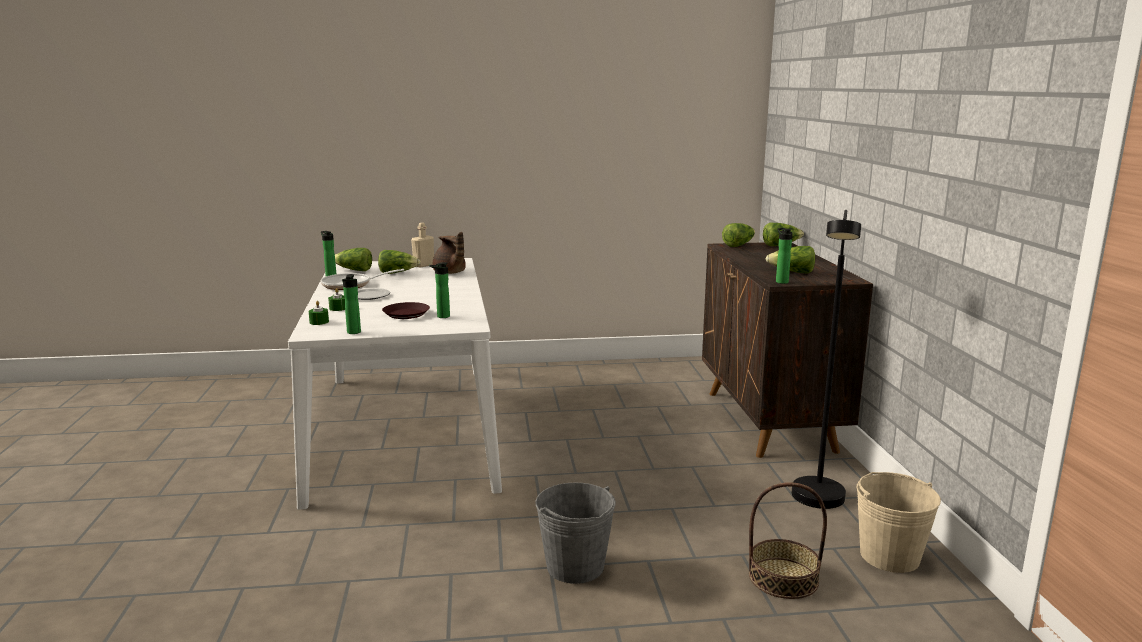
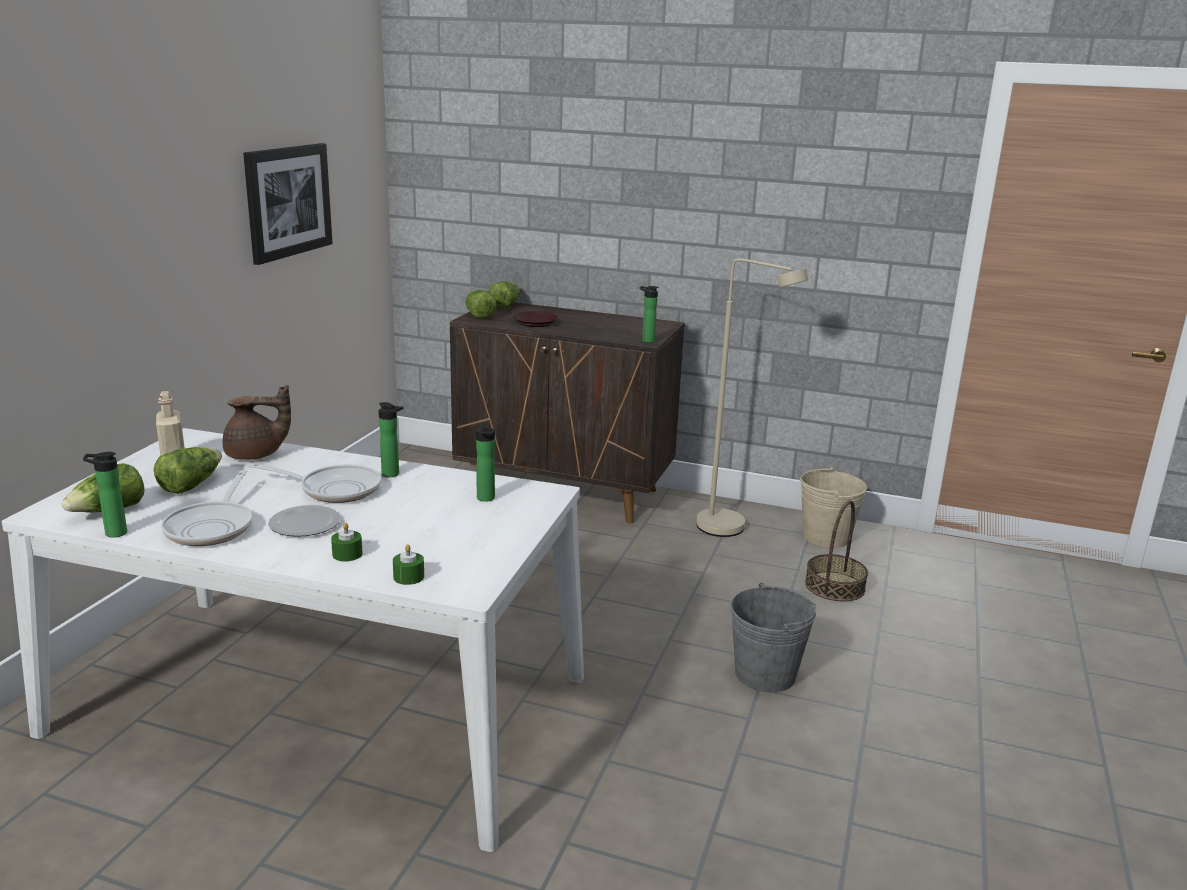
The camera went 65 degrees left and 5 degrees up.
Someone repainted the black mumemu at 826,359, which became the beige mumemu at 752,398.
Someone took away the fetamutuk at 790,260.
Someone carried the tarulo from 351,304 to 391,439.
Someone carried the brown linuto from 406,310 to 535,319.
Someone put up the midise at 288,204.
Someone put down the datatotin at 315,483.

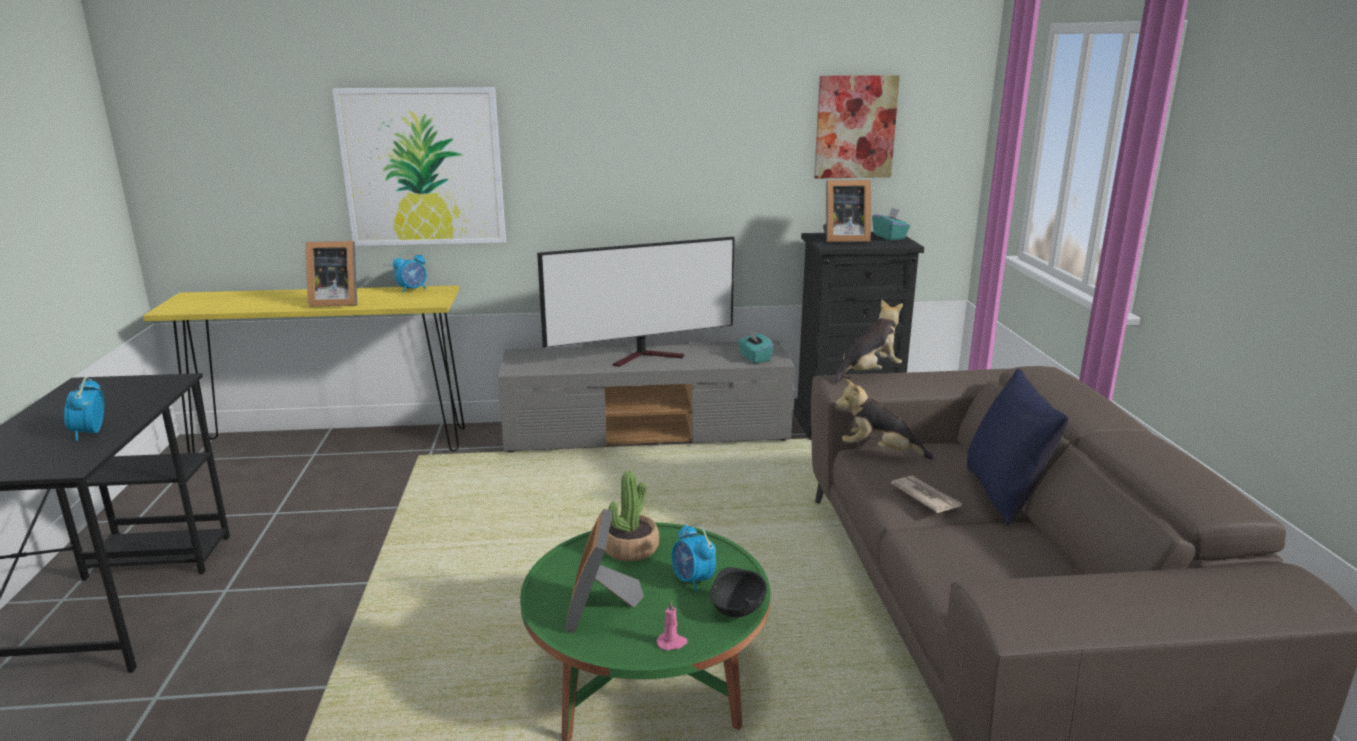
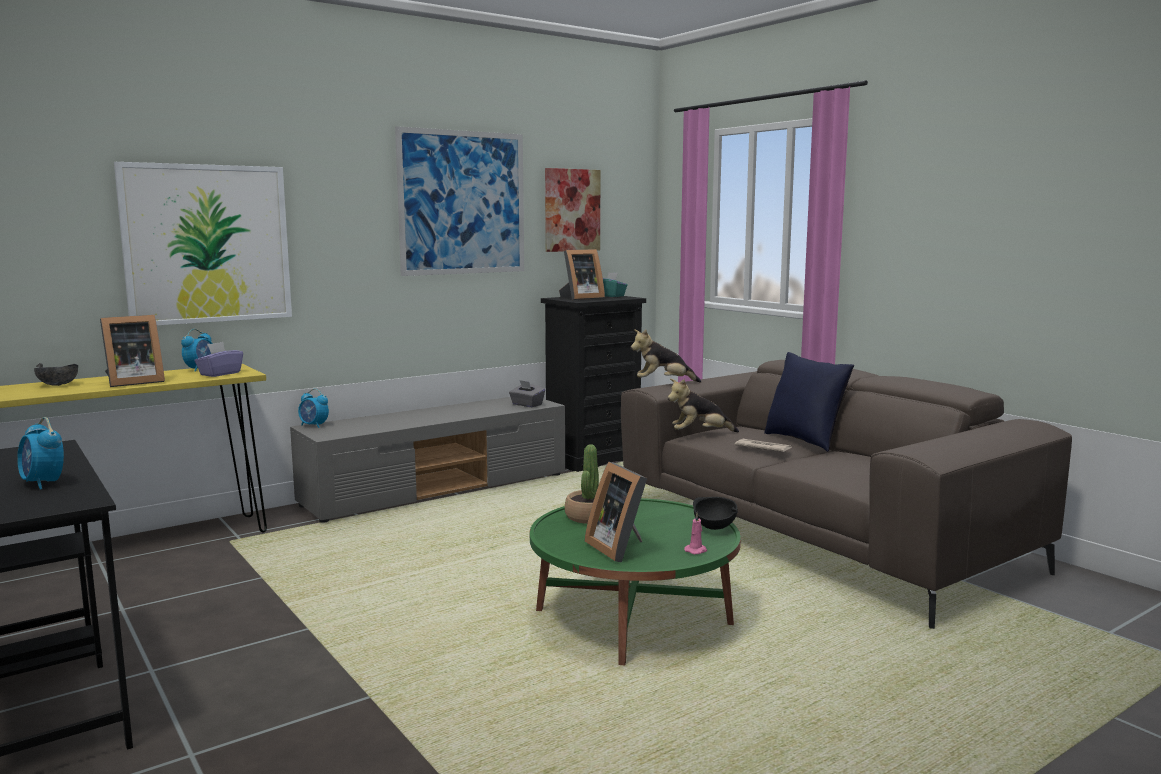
The camera went 30 degrees left and 10 degrees down.
Someone took away the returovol at 636,302.
Someone rotated the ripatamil at 868,341 by 120 degrees counterclockwise.
Someone repainted the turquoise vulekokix at 756,347, which became the grey vulekokix at 527,393.
Someone carried the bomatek from 693,558 to 313,408.
Someone put up the midise at 459,201.
Someone put down the purple vulekokix at 219,359.
Someone put down the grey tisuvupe at 56,374.

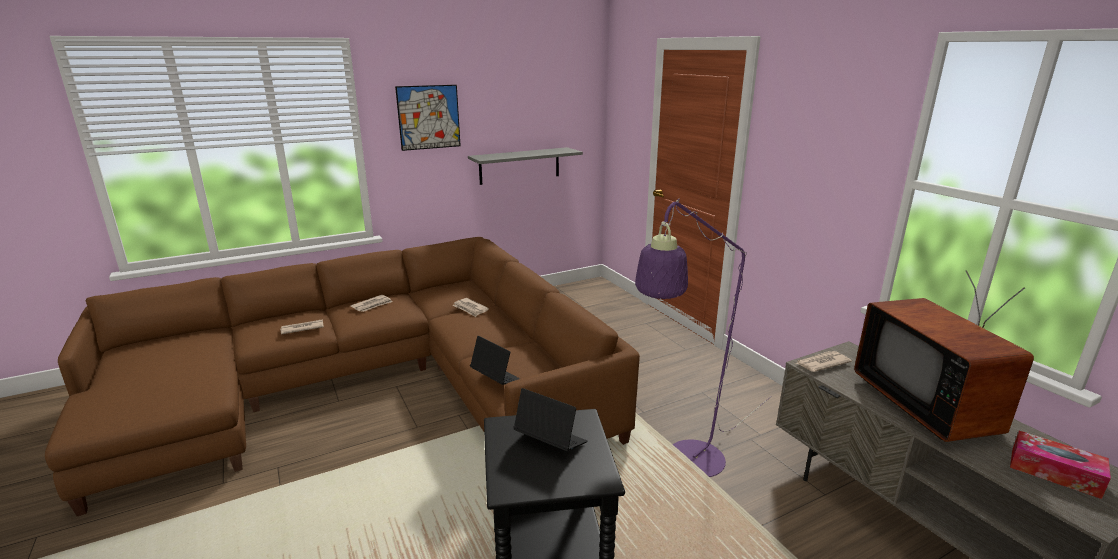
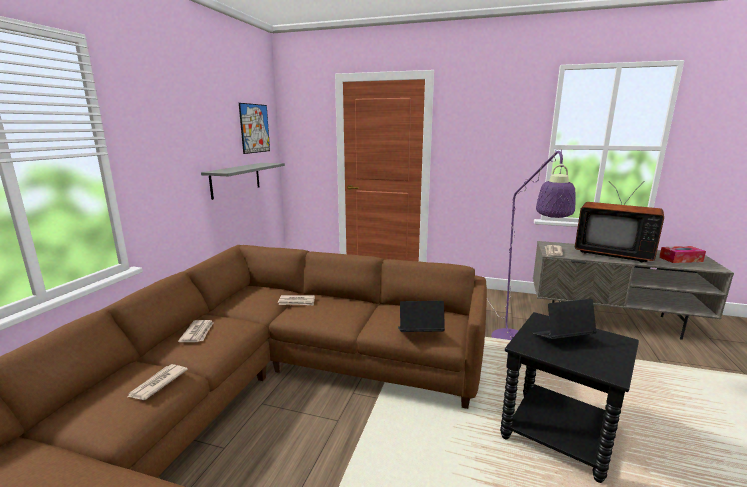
The camera went 45 degrees left and 5 degrees down.
Someone carried the midise from 428,118 to 254,128.

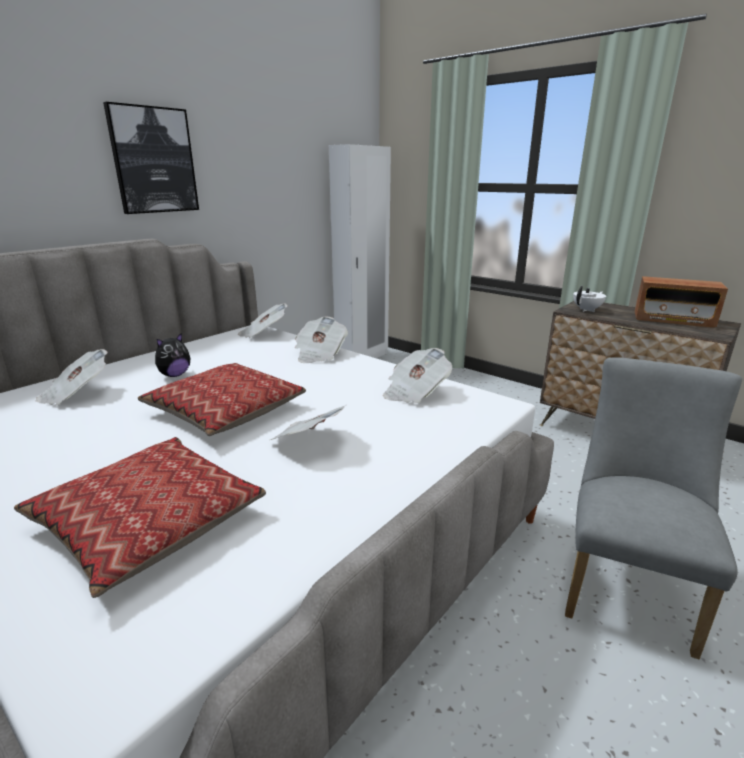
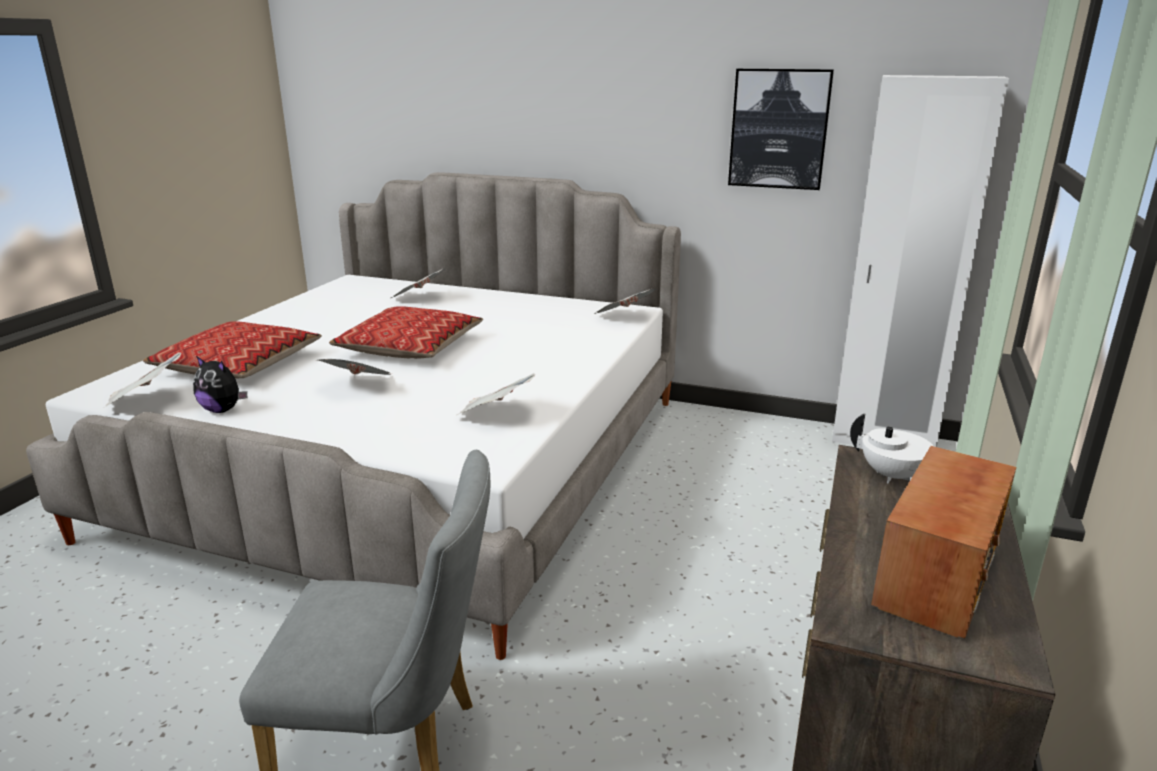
The camera went 70 degrees right and 0 degrees up.
Someone carried the midise from 151,158 to 781,129.
Someone rotated the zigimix at 681,302 by 150 degrees counterclockwise.
Someone carried the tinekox from 321,339 to 143,380.
Someone carried the ripatamil from 172,355 to 220,384.

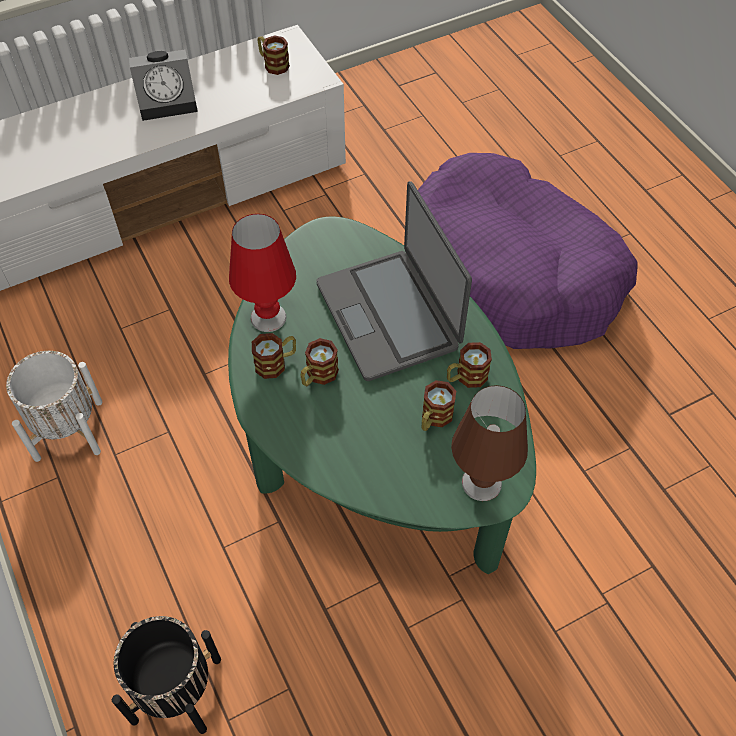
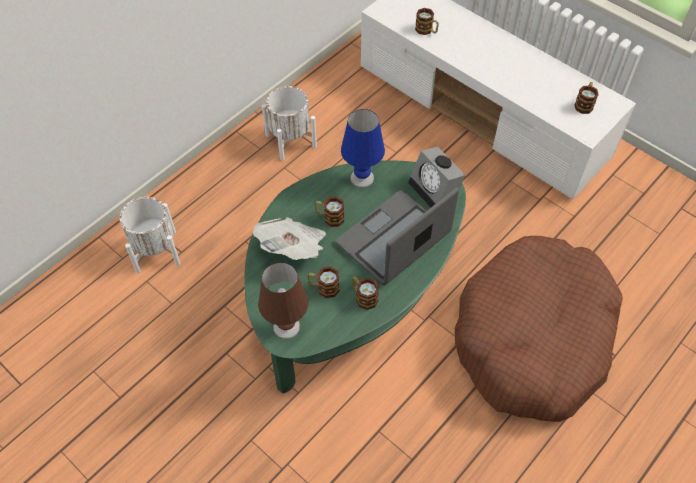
The camera went 70 degrees right and 0 degrees up.
Someone carried the bomatek from 163,85 to 436,177.
Someone repainted the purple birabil at 528,251, which became the brown birabil at 539,329.
Someone repainted the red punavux at 262,273, which became the blue punavux at 363,148.
Someone carried the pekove from 274,356 to 427,21.
Someone repainted the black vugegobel at 166,675, which became the white vugegobel at 150,235.
Someone put down the tinekox at 289,238.

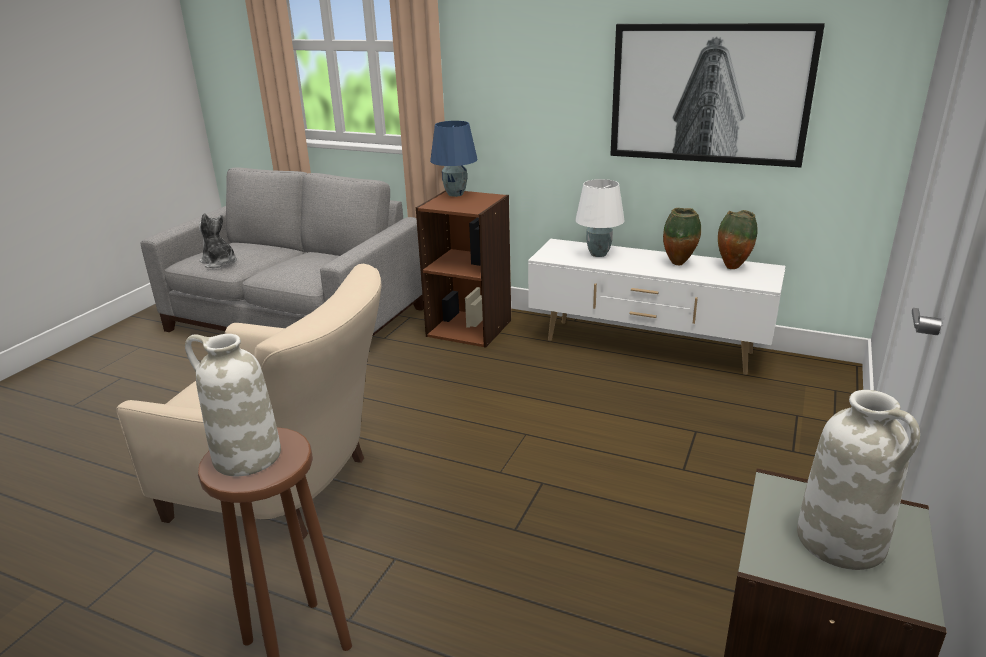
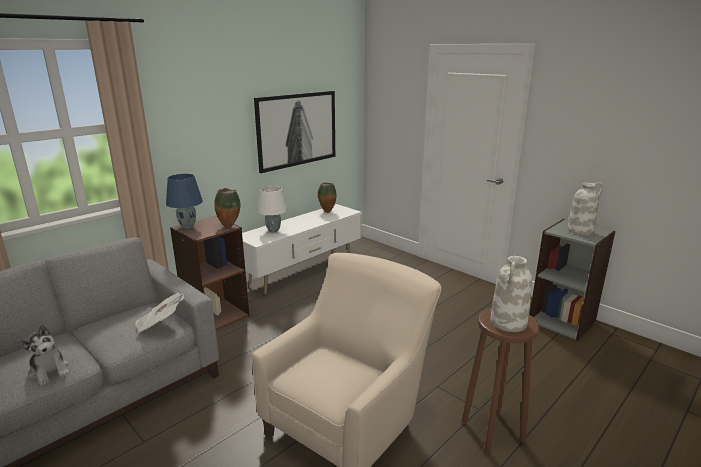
The camera went 70 degrees left and 5 degrees down.
Someone carried the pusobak from 682,237 to 227,208.
Someone rotated the ripatamil at 218,240 by 105 degrees counterclockwise.
Someone put down the tinekox at 159,312.

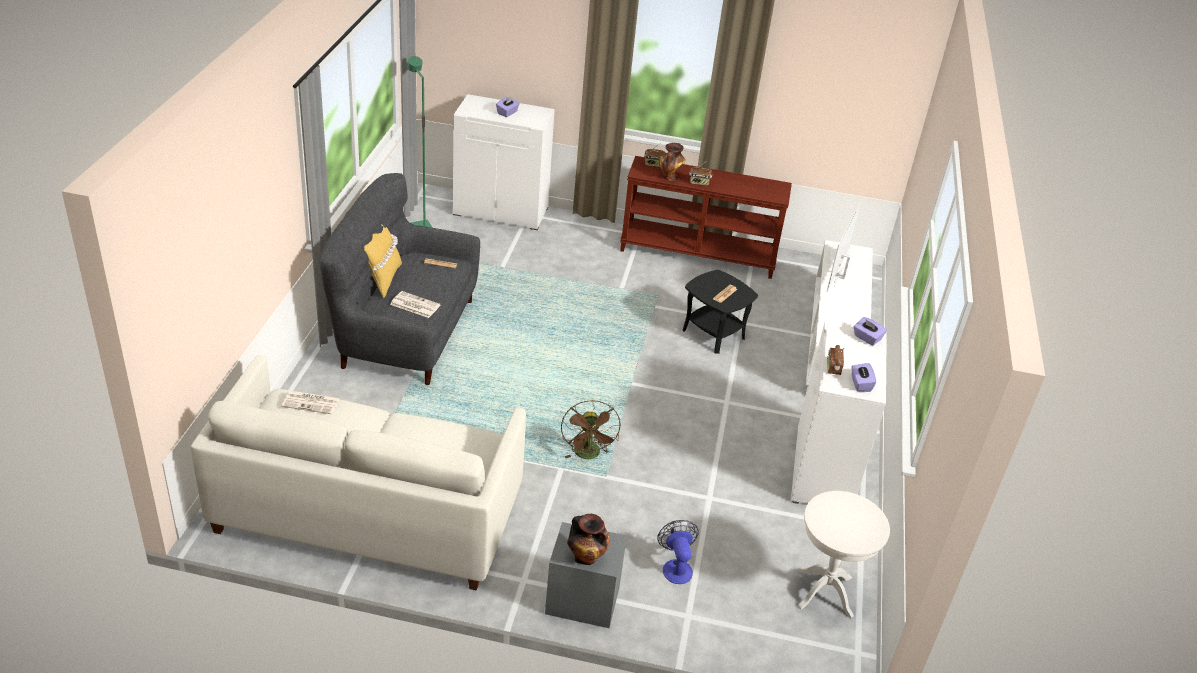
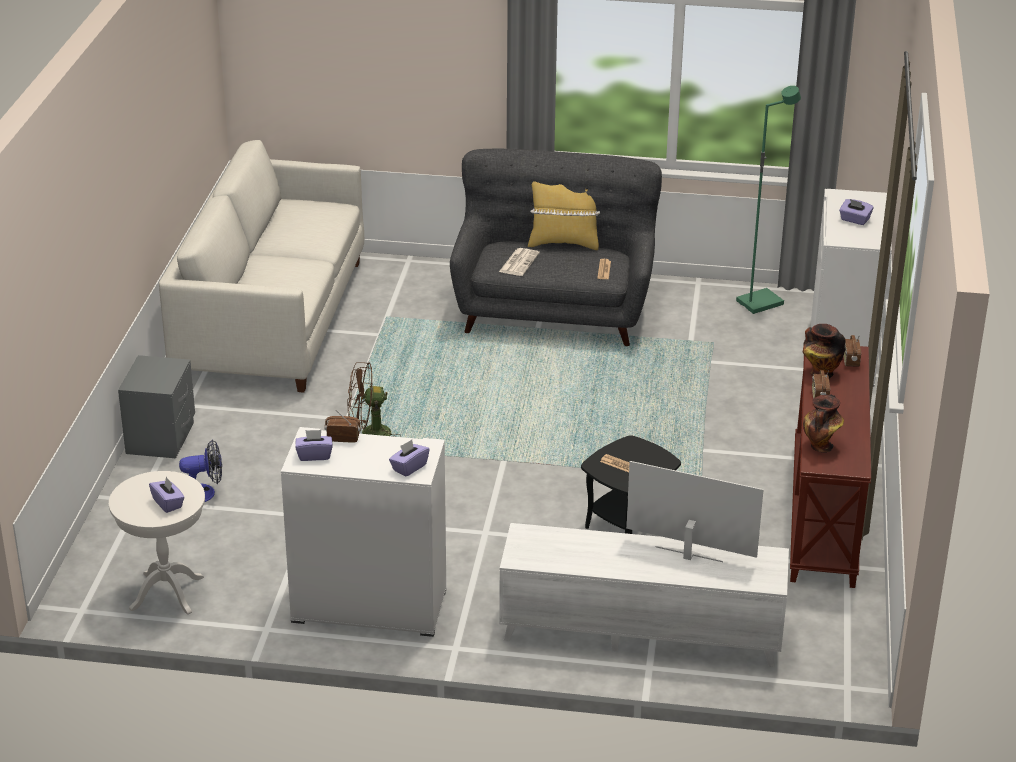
The camera went 90 degrees right and 5 degrees down.
Someone took away the tinekox at 311,402.
Someone carried the pusobak from 588,539 to 823,424.
Someone put down the purple vulekokix at 166,494.

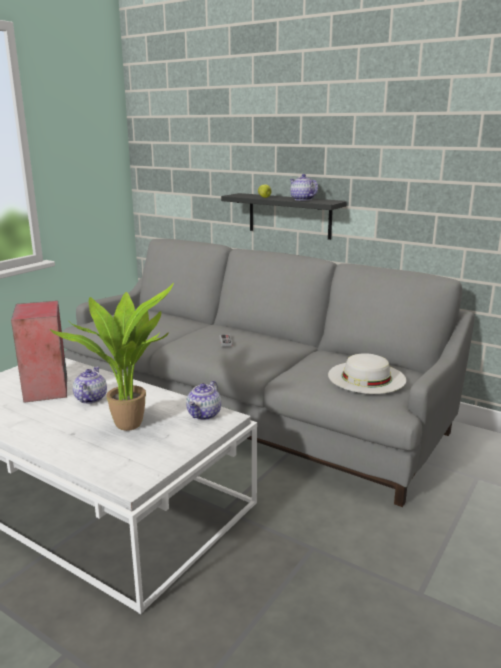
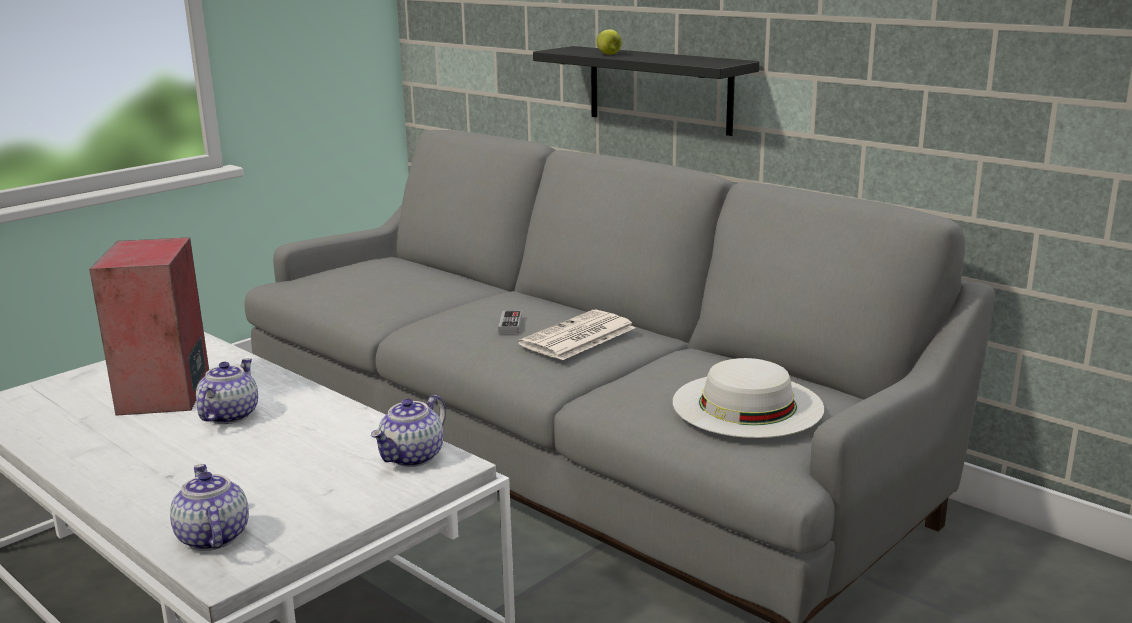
The camera went 10 degrees right and 0 degrees up.
Someone carried the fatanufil from 304,187 to 209,507.
Someone took away the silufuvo at 112,357.
Someone put down the tinekox at 577,335.

